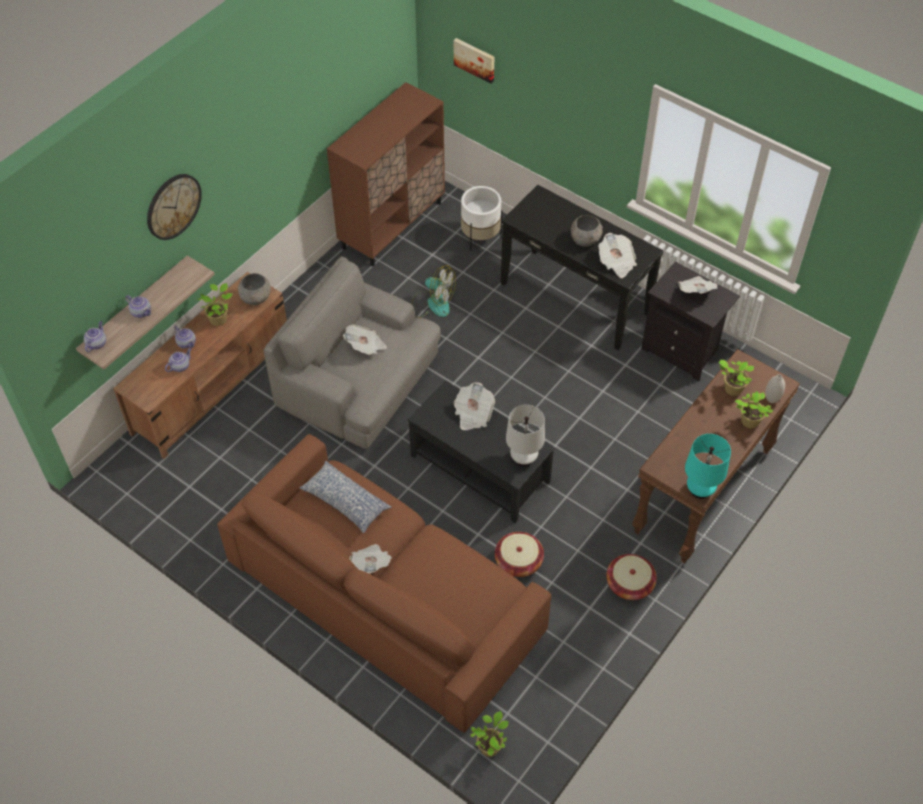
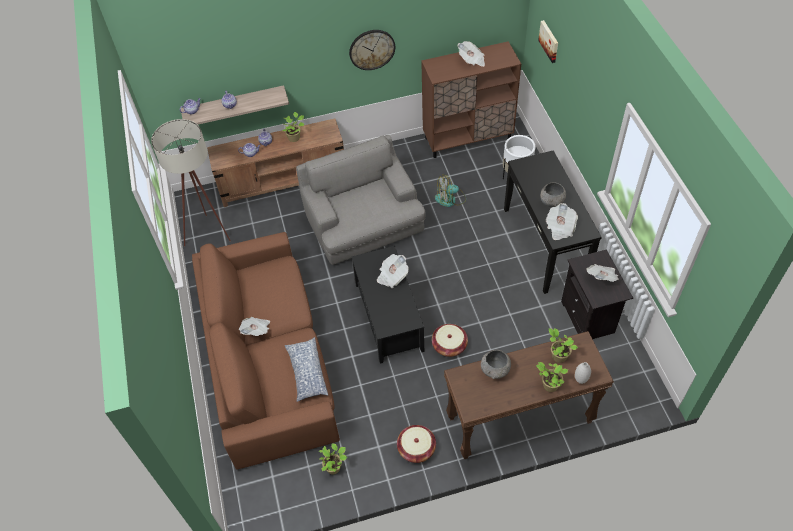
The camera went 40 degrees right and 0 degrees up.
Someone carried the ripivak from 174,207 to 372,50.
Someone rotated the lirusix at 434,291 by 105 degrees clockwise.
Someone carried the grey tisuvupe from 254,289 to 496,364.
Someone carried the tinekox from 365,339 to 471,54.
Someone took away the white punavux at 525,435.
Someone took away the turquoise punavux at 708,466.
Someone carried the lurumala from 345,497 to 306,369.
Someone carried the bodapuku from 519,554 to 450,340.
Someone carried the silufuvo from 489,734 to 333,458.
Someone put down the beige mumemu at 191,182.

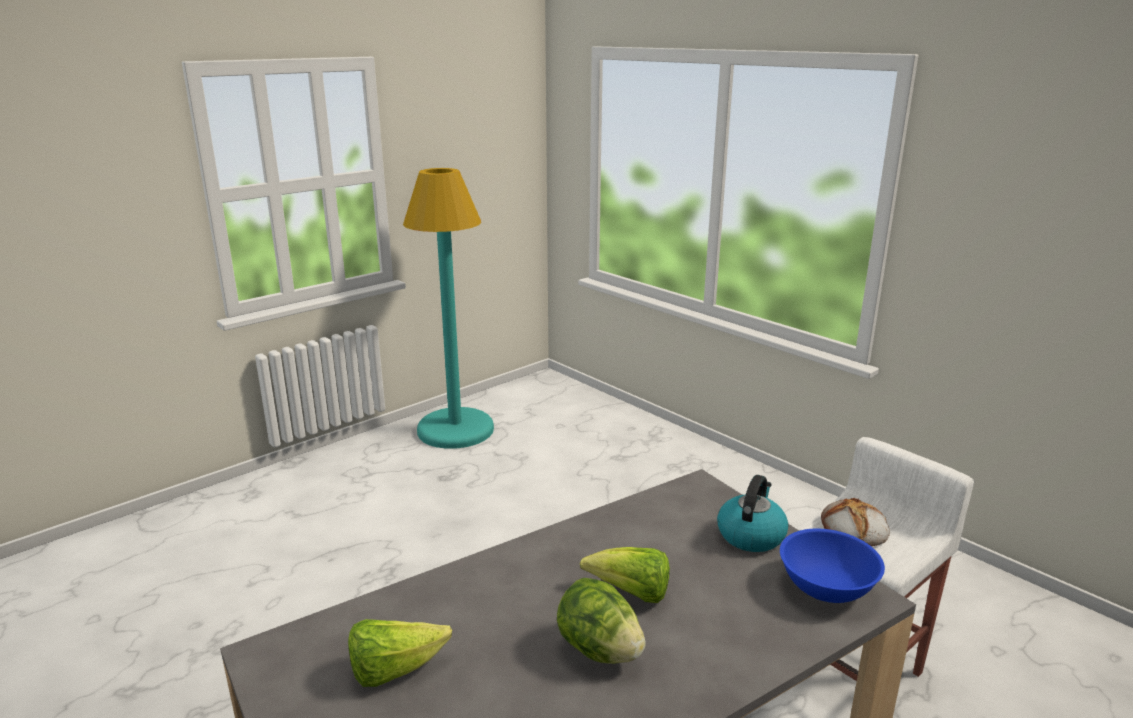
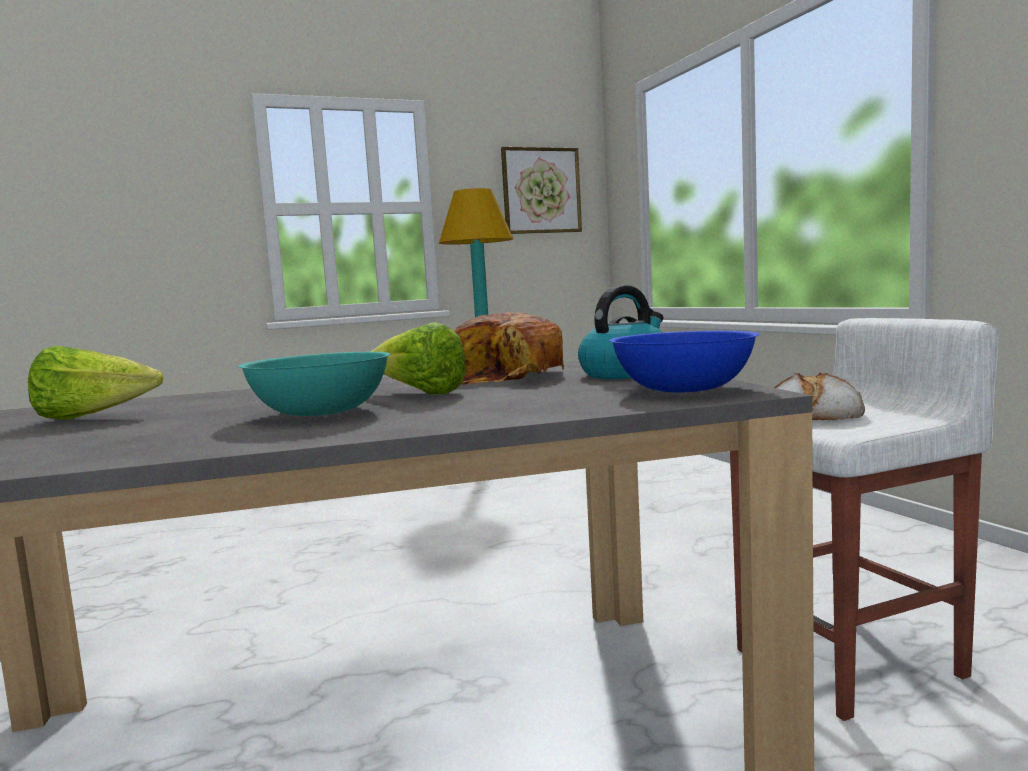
The camera went 20 degrees right and 15 degrees down.
Someone swapped the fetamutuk at 601,621 for the turquoise tisuvupe at 314,384.
Someone put up the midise at 541,190.
Someone put down the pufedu at 509,348.

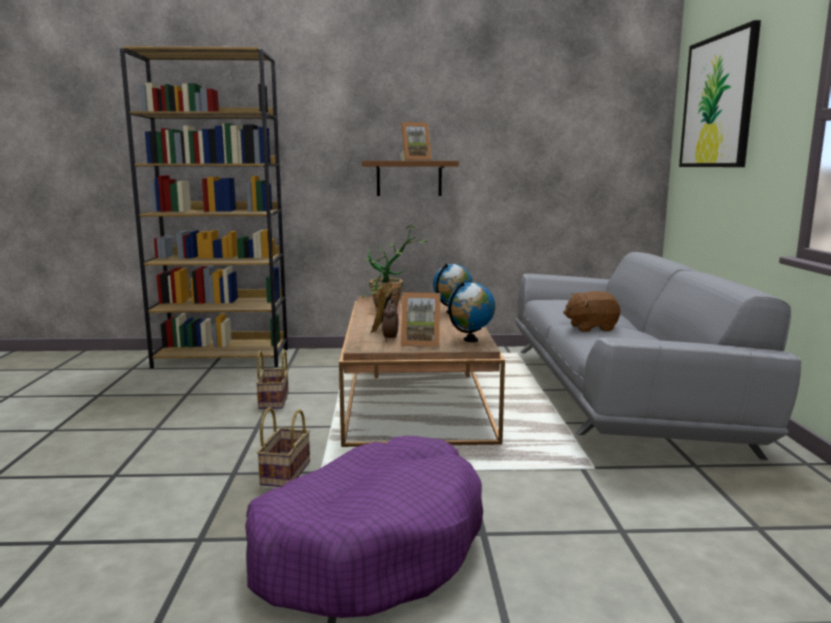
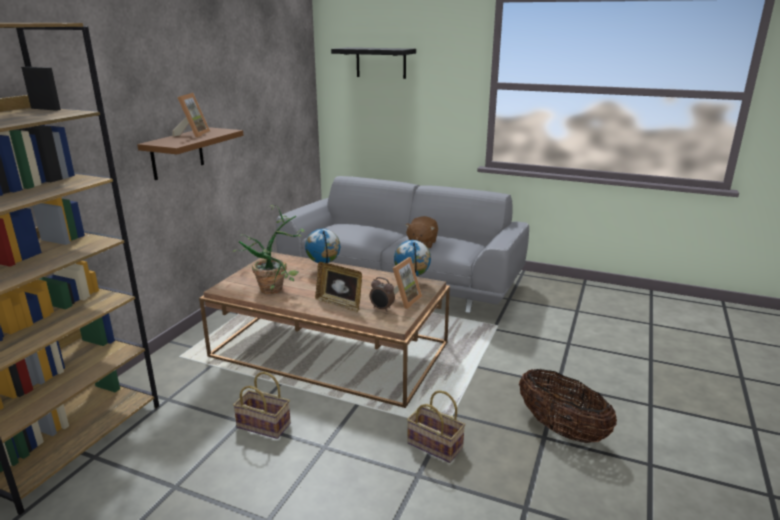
The camera went 65 degrees left and 10 degrees up.
Someone swapped the midise at 720,93 for the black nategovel at 373,63.
Someone swapped the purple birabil at 364,527 for the bodapuku at 568,406.

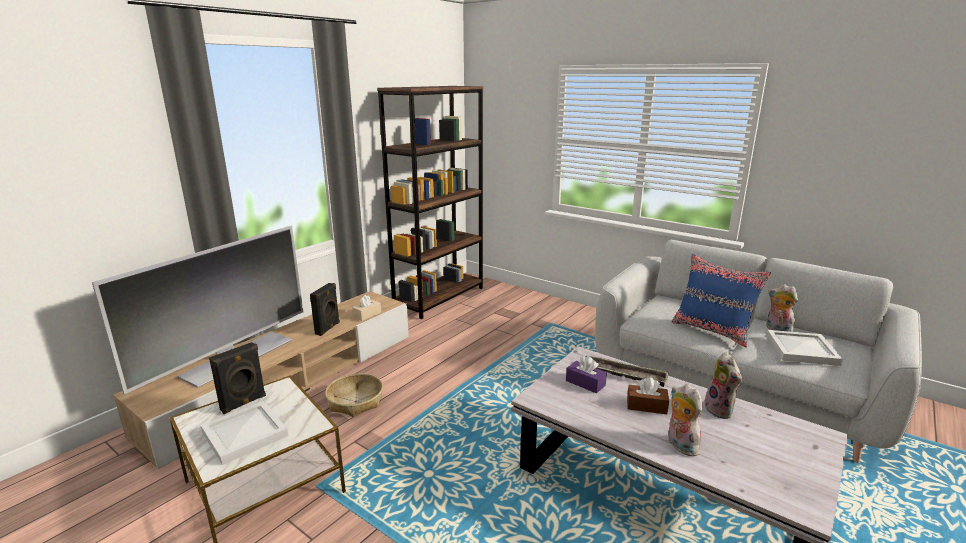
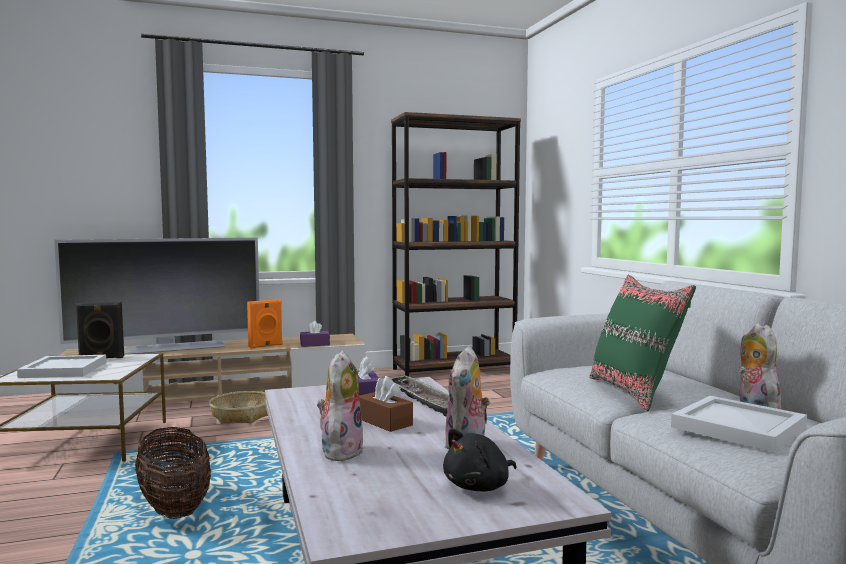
The camera went 35 degrees right and 15 degrees down.
Someone repainted the blue lurumala at 721,301, which became the green lurumala at 642,343.
Someone repainted the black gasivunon at 325,309, which became the orange gasivunon at 265,324.
Someone repainted the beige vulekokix at 366,308, which became the purple vulekokix at 315,334.
Someone put down the bodapuku at 173,473.
Someone put down the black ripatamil at 480,459.

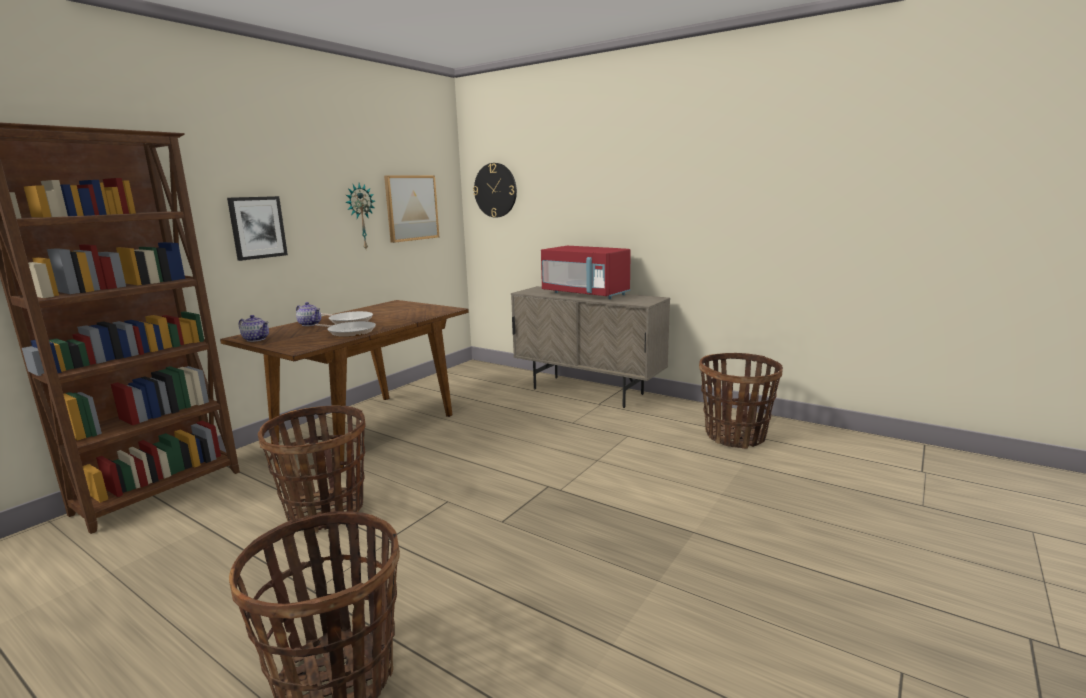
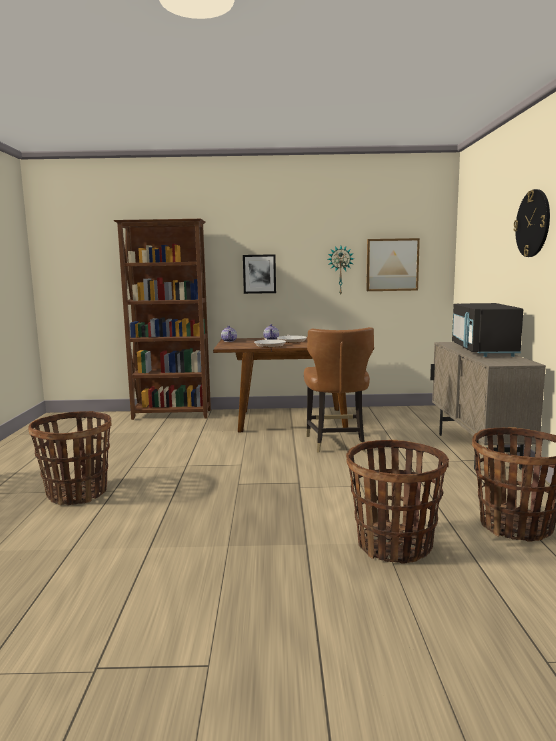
The camera went 55 degrees right and 5 degrees down.
Someone carried the ripivak from 495,190 to 532,223.
Someone repainted the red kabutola at 586,272, which became the black kabutola at 487,330.
Someone carried the bodapuku from 312,469 to 397,501.
Someone put down the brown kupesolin at 339,390.

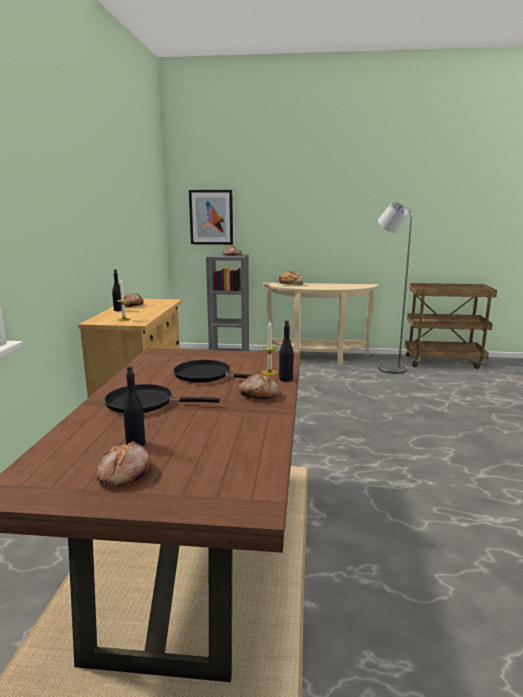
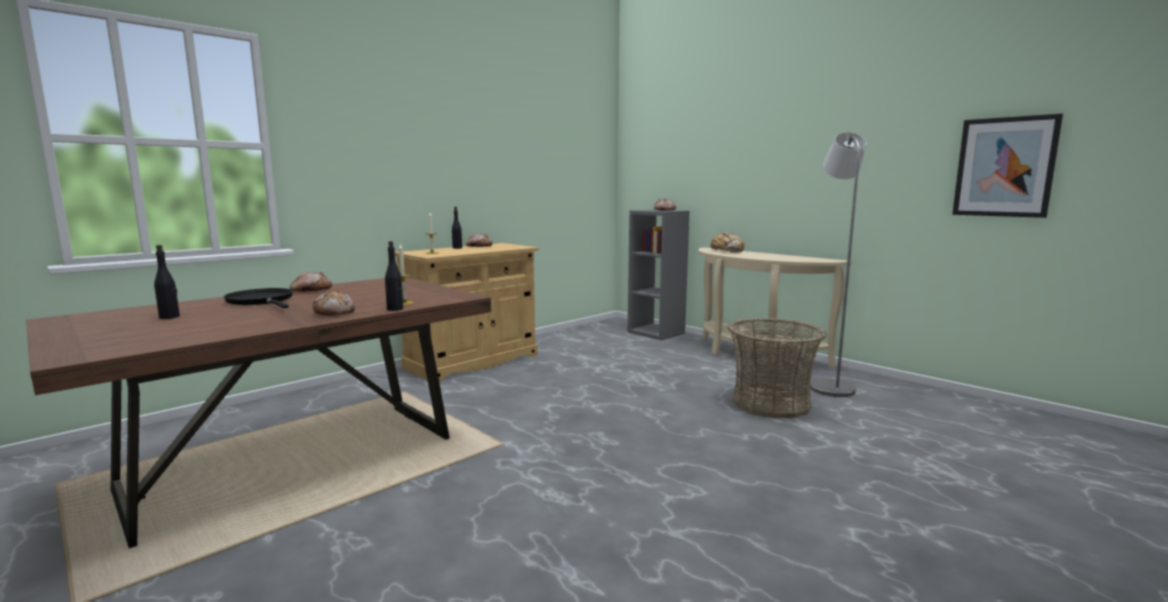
The camera went 40 degrees right and 5 degrees down.
Someone carried the midise from 211,217 to 1007,165.
Someone took away the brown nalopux at 451,326.
Someone took away the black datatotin at 213,371.
Someone carried the pufedu from 124,463 to 311,282.
Someone put down the bodapuku at 777,368.

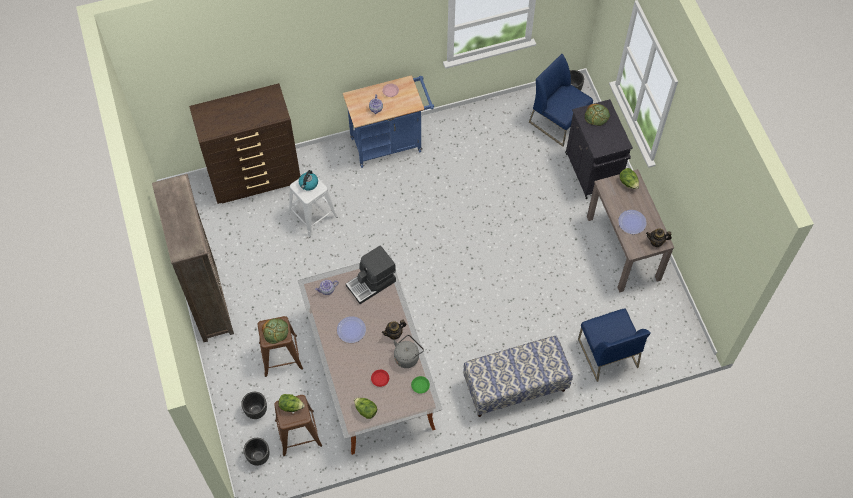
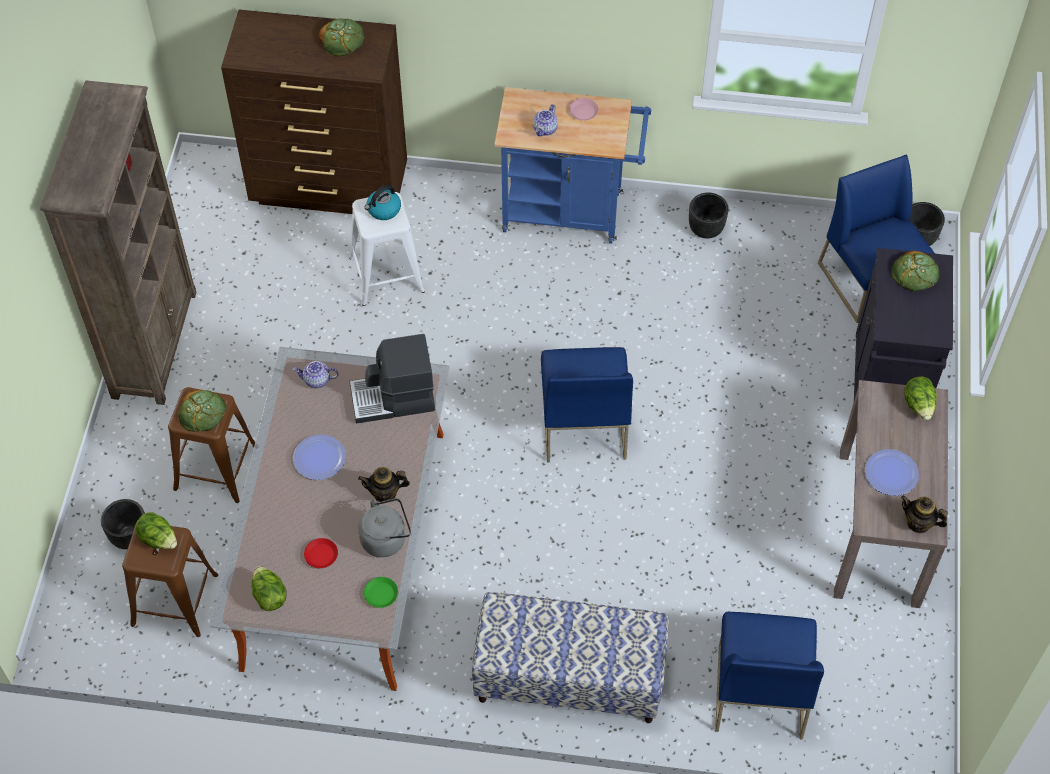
The camera went 25 degrees right and 5 degrees down.
Someone carried the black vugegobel from 257,452 to 709,215.
Someone put down the pufedu at 342,37.
Someone put down the blue kupesolin at 587,404.

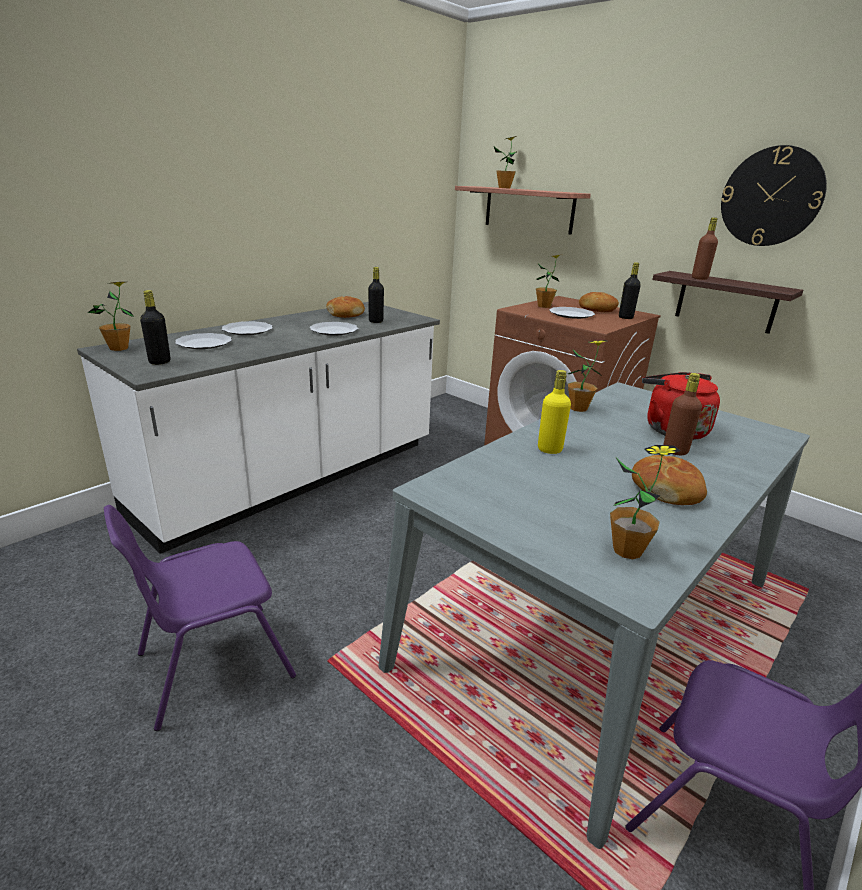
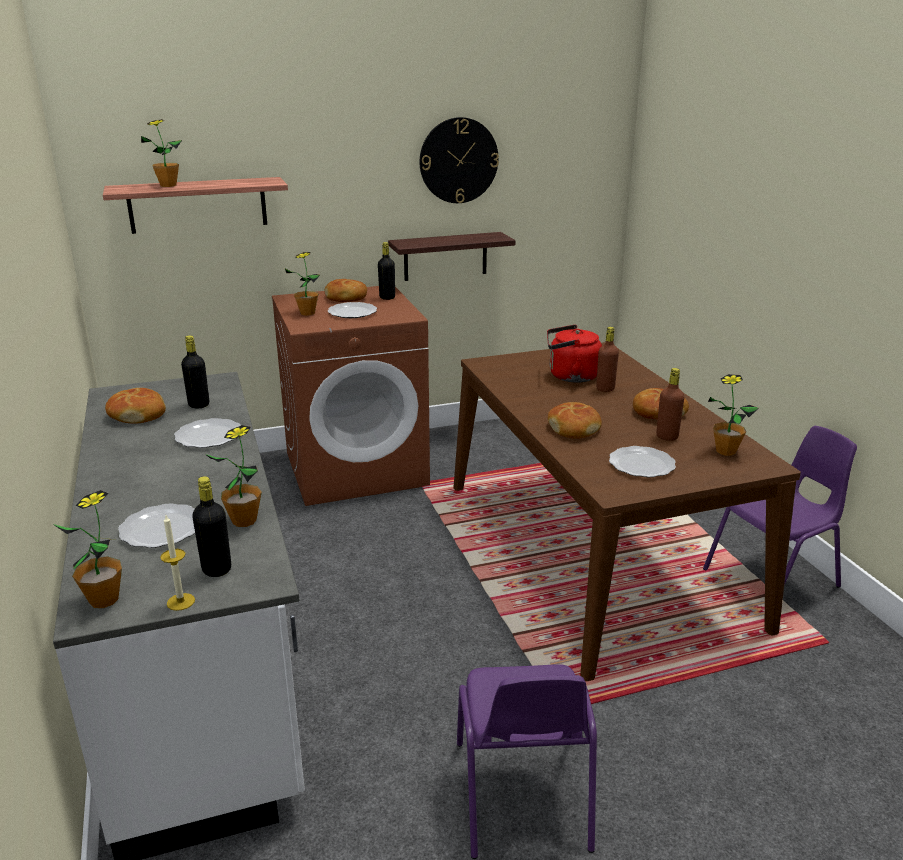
The camera went 60 degrees left and 0 degrees up.
Someone carried the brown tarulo from 705,249 to 670,404.
Someone carried the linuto from 247,328 to 642,461.
Someone carried the silufuvo from 587,376 to 233,476.
Someone swapped the yellow tarulo at 554,412 for the pufedu at 575,420.
Someone repainted the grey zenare at 594,615, which became the brown zenare at 627,511.
Someone put down the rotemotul at 177,563.

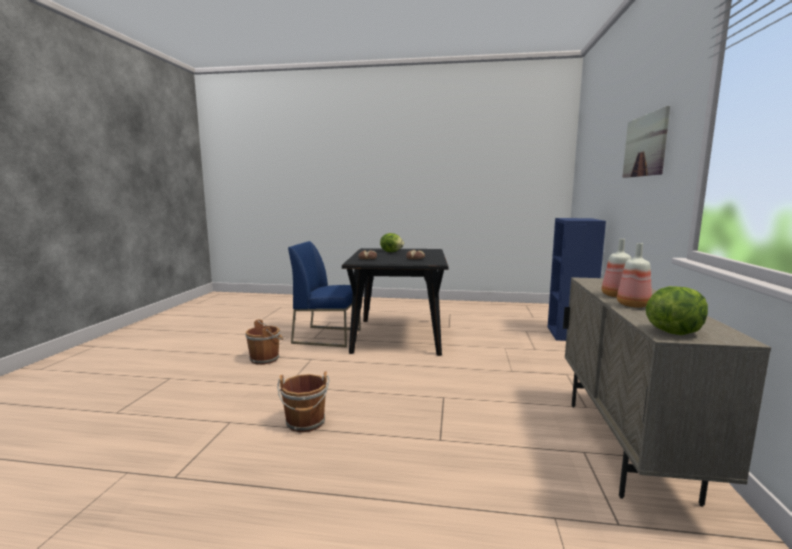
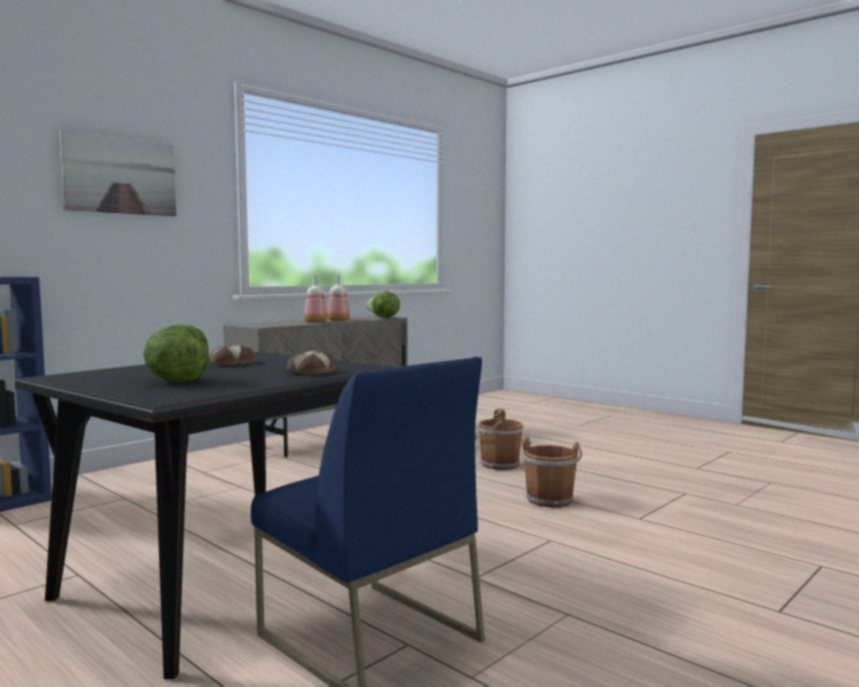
The camera went 145 degrees left and 5 degrees down.
Someone carried the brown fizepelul from 264,342 to 499,439.

